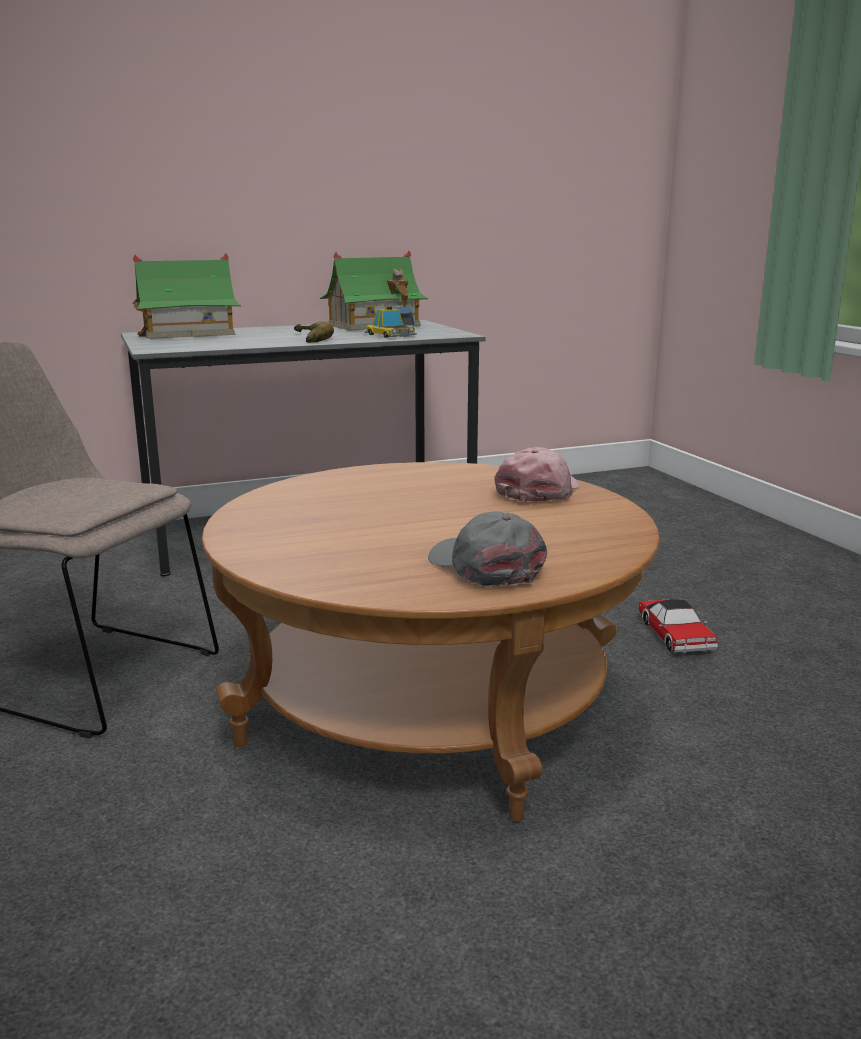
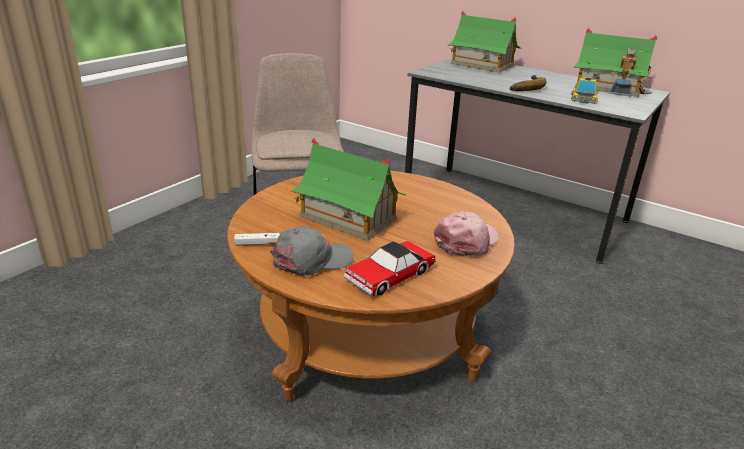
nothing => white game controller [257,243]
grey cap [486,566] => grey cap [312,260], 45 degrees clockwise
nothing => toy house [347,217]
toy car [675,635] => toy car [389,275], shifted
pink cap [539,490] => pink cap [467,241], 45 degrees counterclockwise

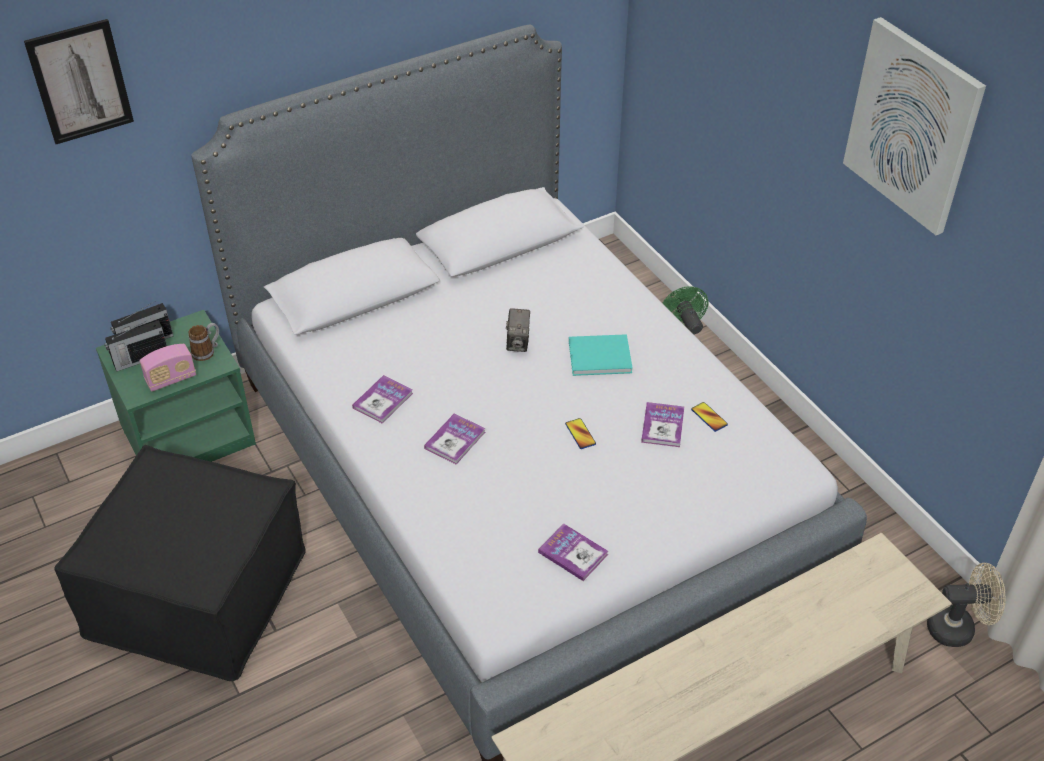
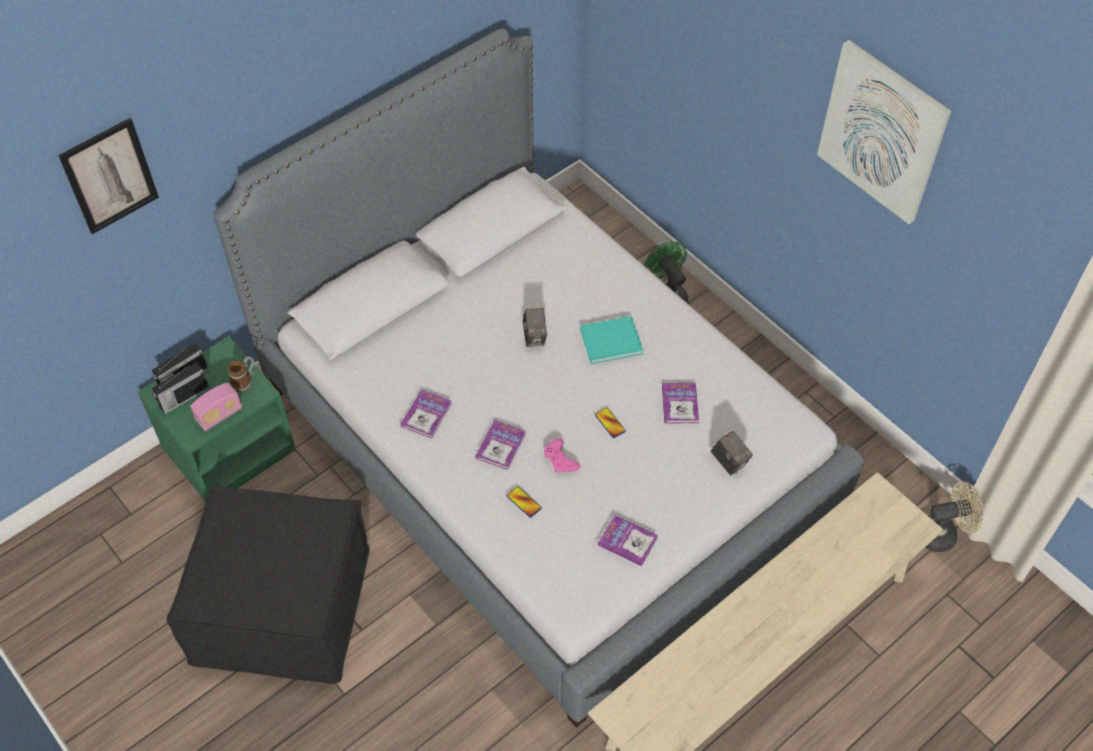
phone [709,417] => phone [523,502], shifted
nothing => pink game controller [560,459]
nothing => photo camera [729,462]

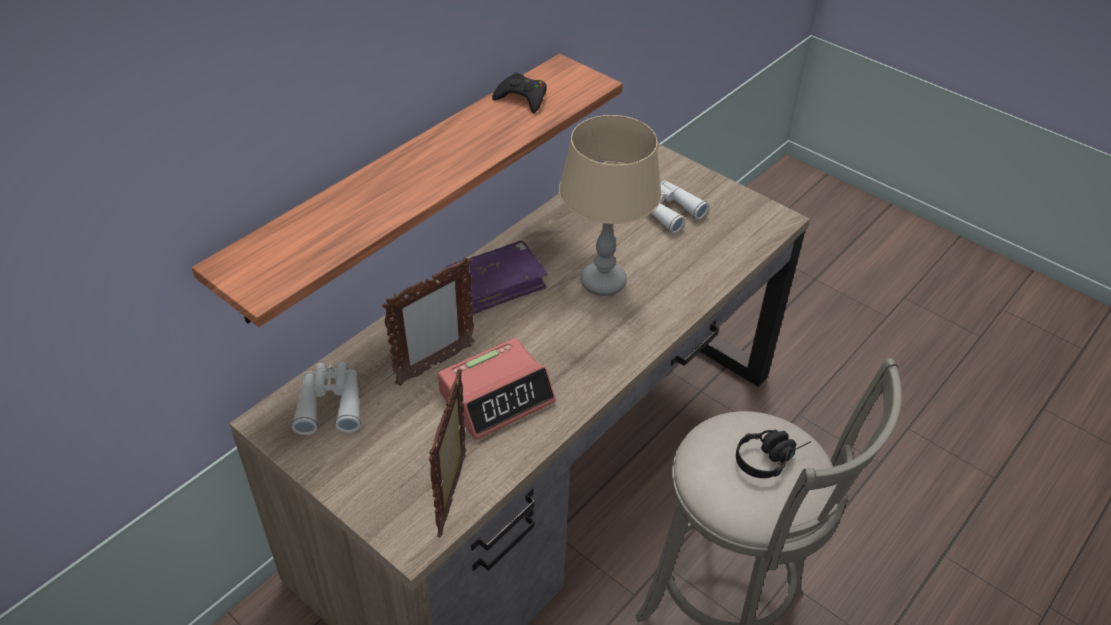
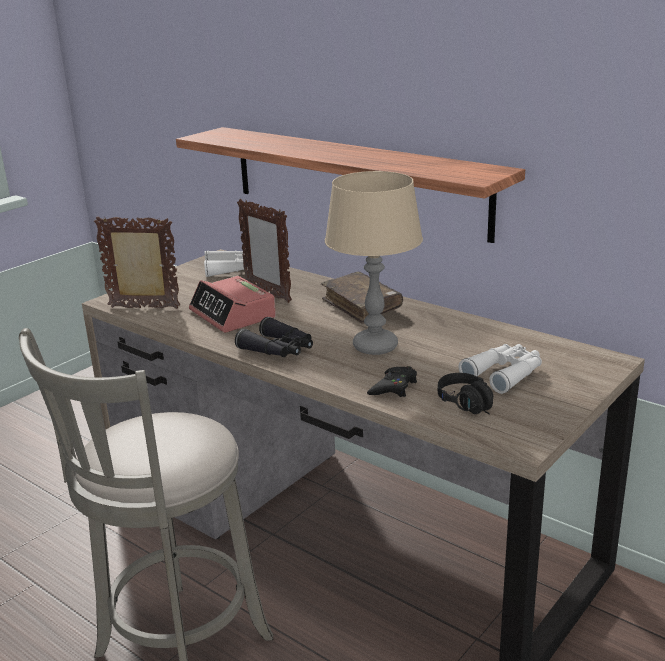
nothing => black binoculars [279,349]
purple book [496,285] => brown book [361,306]
black game controller [522,98] => black game controller [393,387], shifted
black headphones [770,457] => black headphones [471,406], shifted

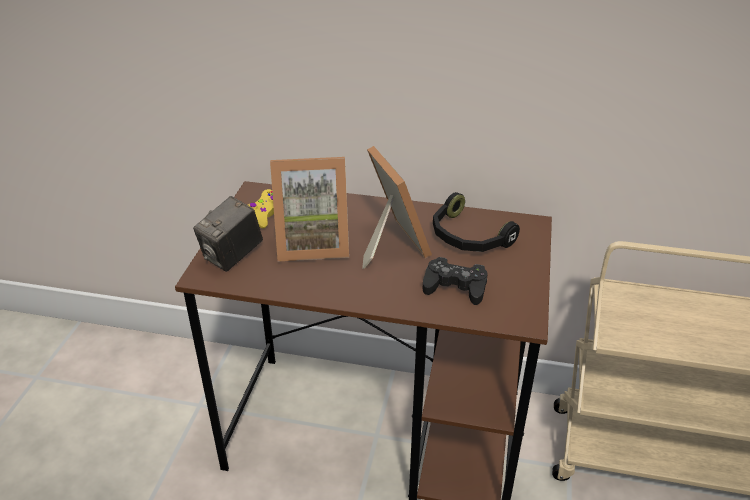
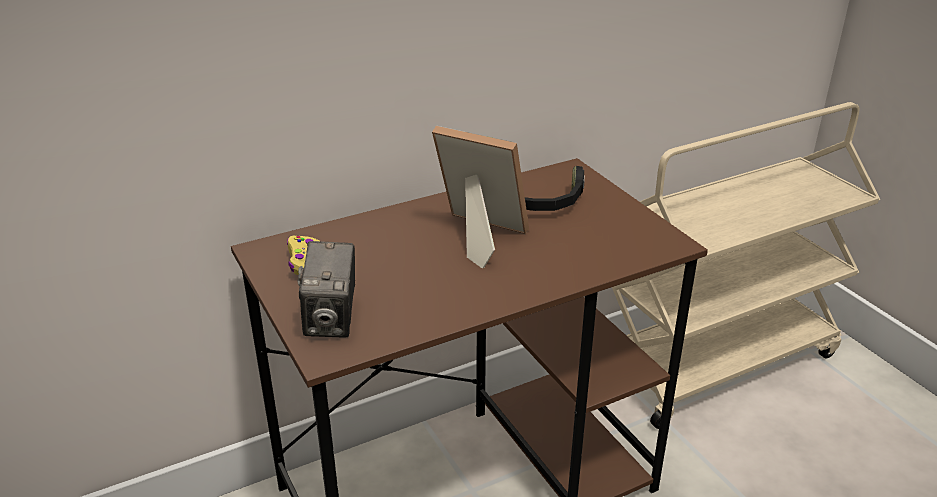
picture frame [312,243] => nothing
black game controller [455,287] => nothing

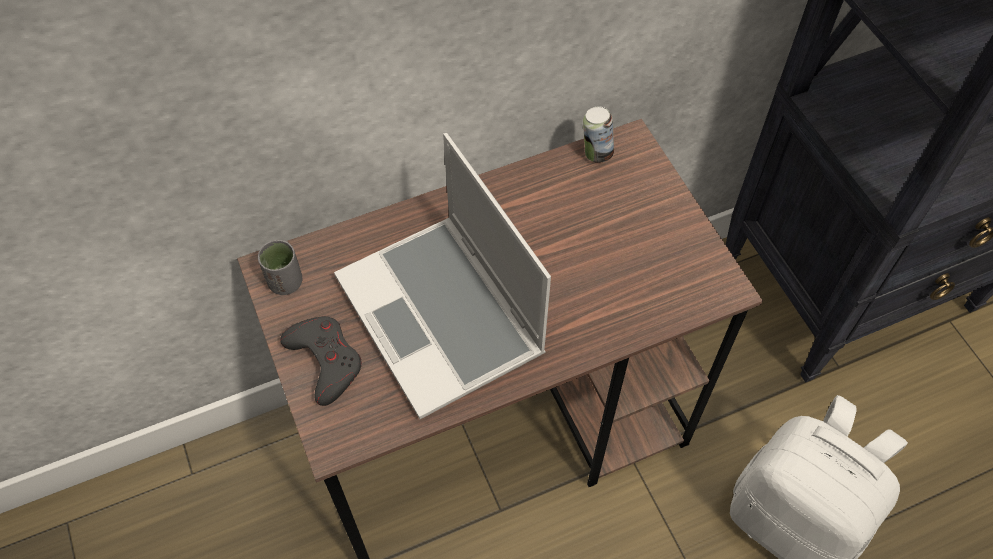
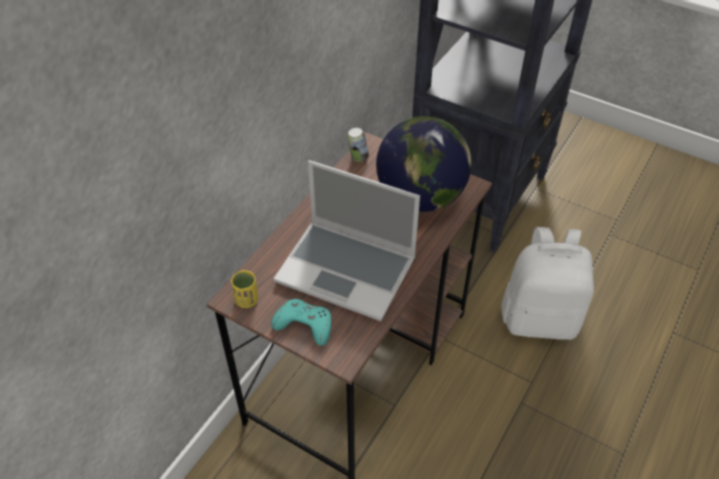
grey cup [285,282] => yellow cup [247,300]
grey game controller [325,360] => turquoise game controller [304,324]
nothing => globe [420,198]

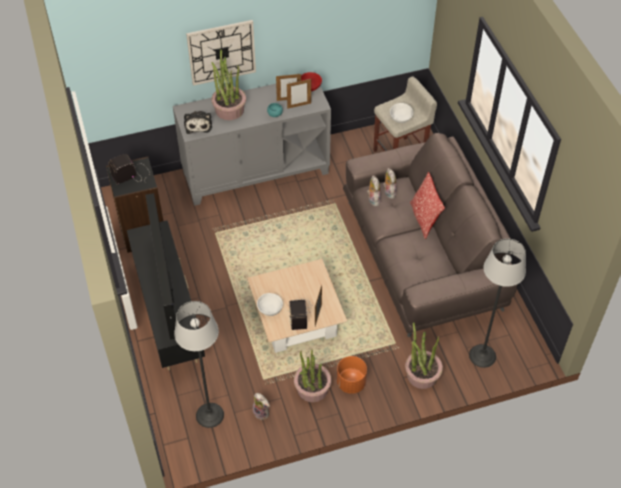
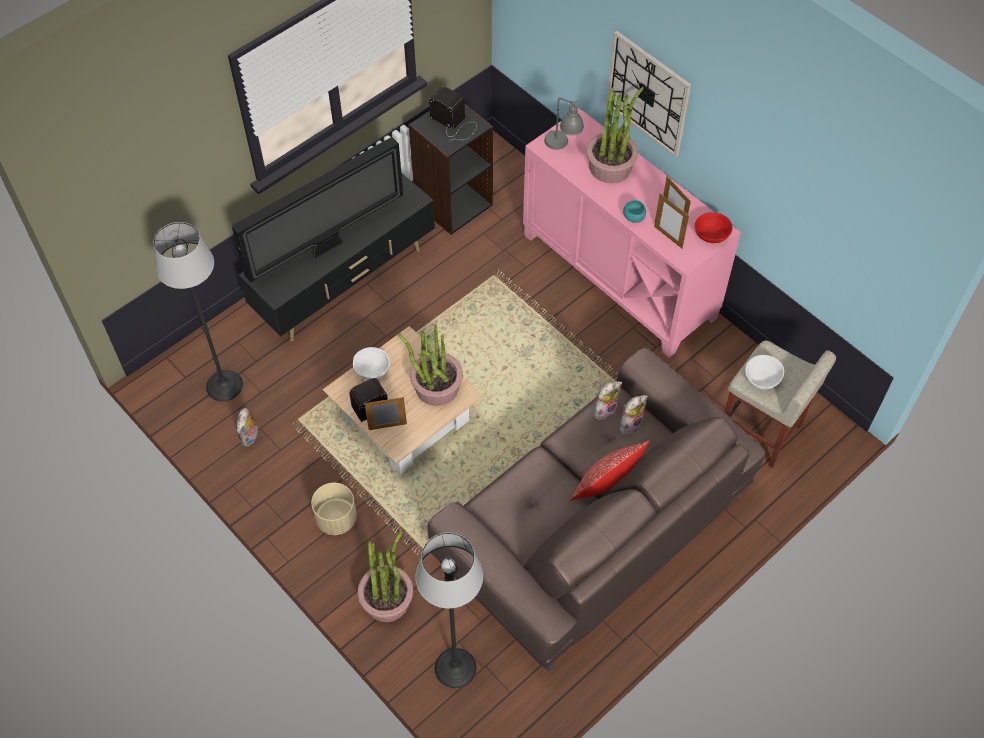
orange planter [351,383] => beige planter [336,519]
potted plant [312,389] => potted plant [436,387], shifted
grey cabinet [255,172] => pink cabinet [619,275]
plush toy [198,124] => grey table lamp [563,146]

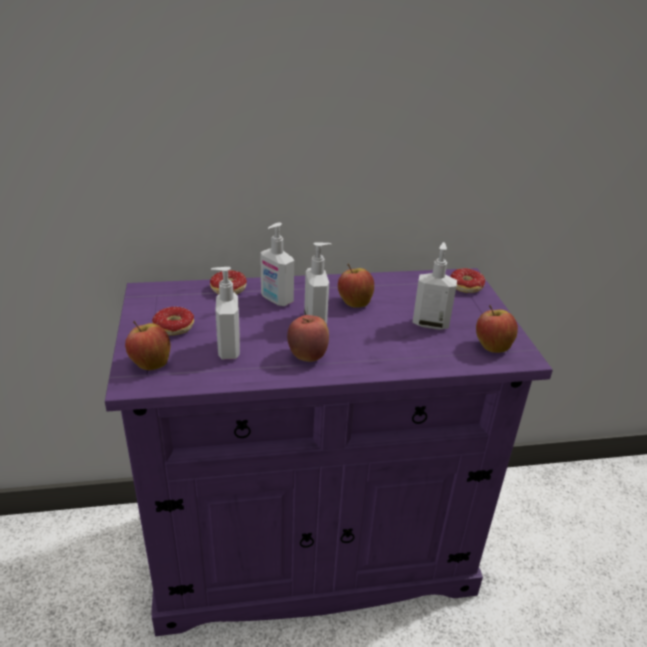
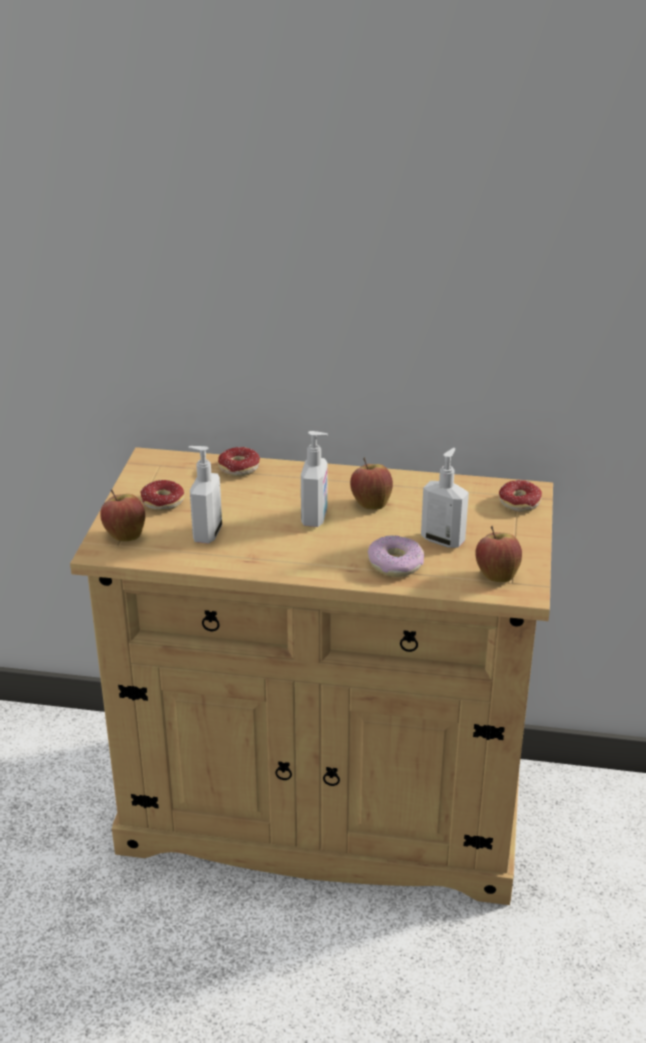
purple cabinet [311,551] => beige cabinet [323,811]
nothing => donut [395,563]
soap dispenser [276,300] => nothing
apple [308,356] => nothing

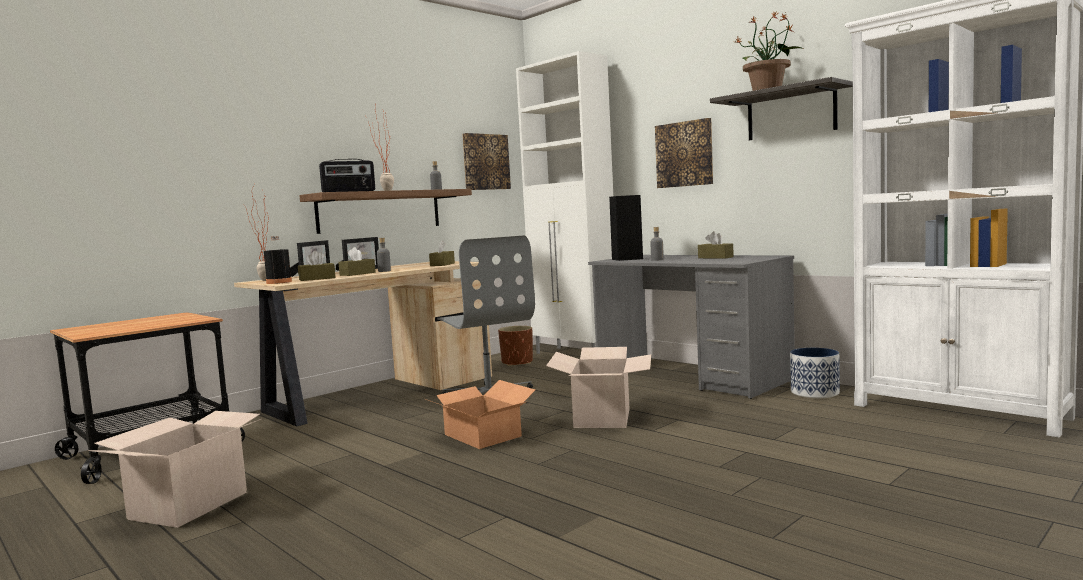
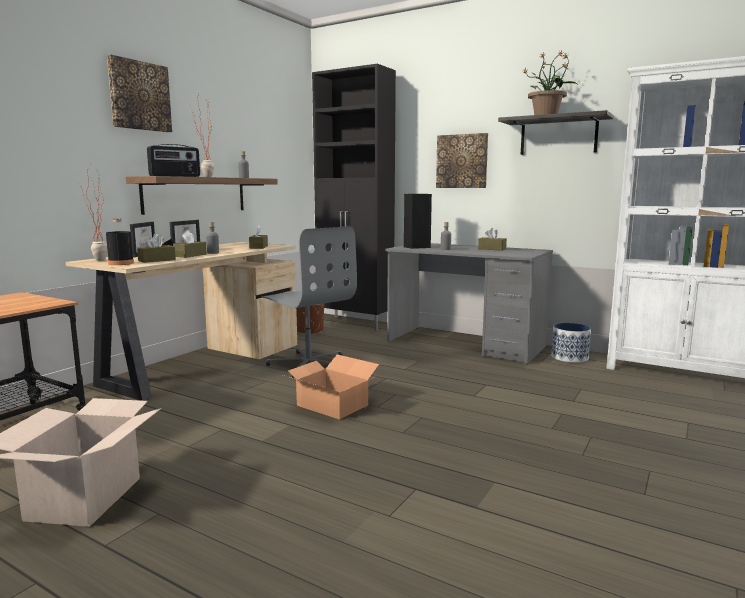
picture [485,162] => picture [139,96], shifted
white cabinet [576,355] => black cabinet [355,323]
cardboard box [601,417] => nothing

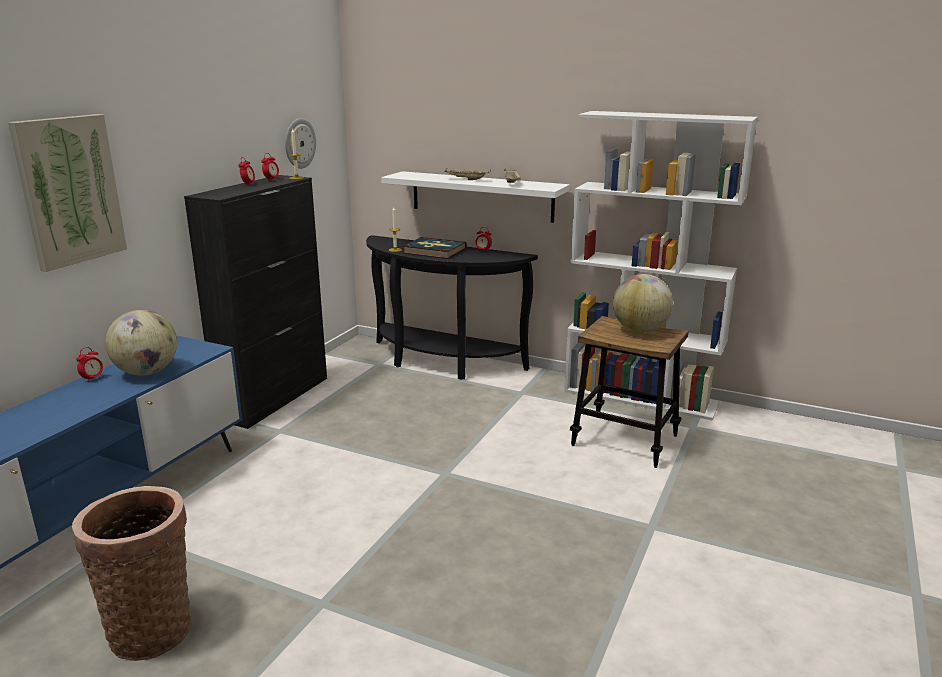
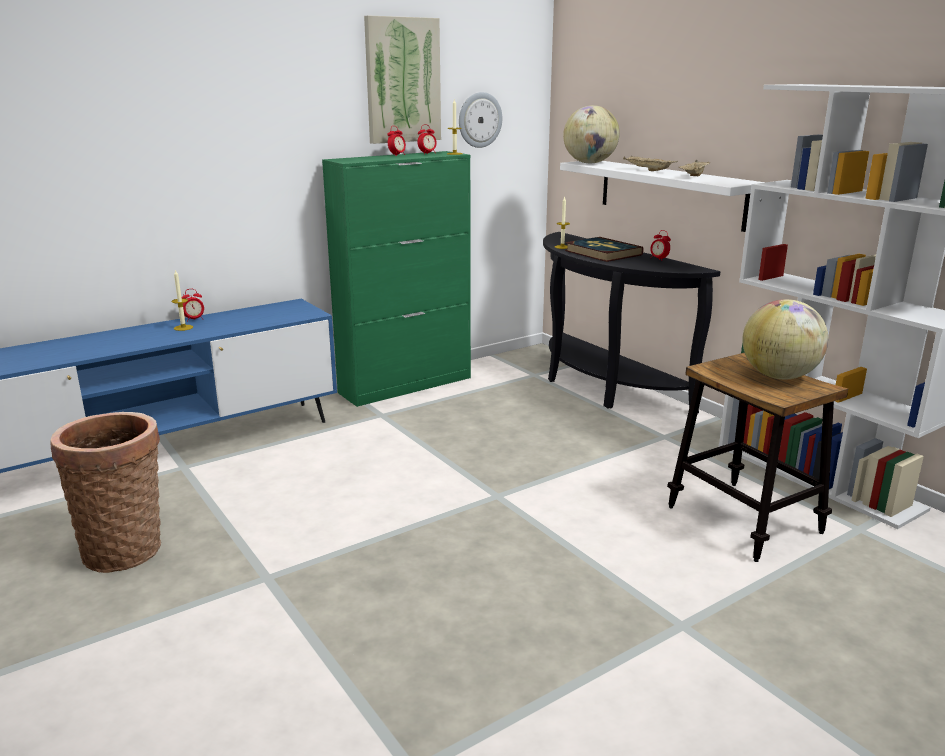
nothing => candle [183,327]
black cabinet [275,398] => green cabinet [406,385]
picture [69,190] => picture [402,80], shifted
globe [147,372] => globe [590,163], shifted

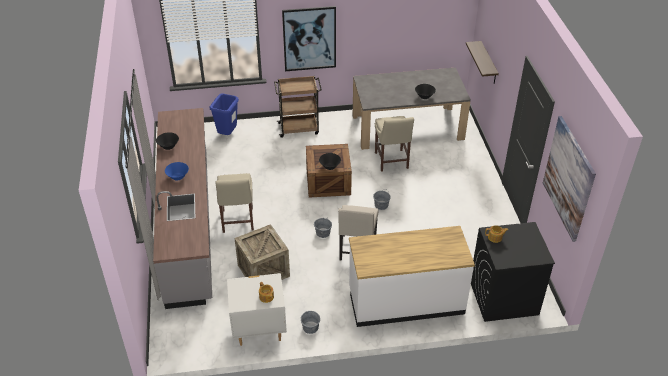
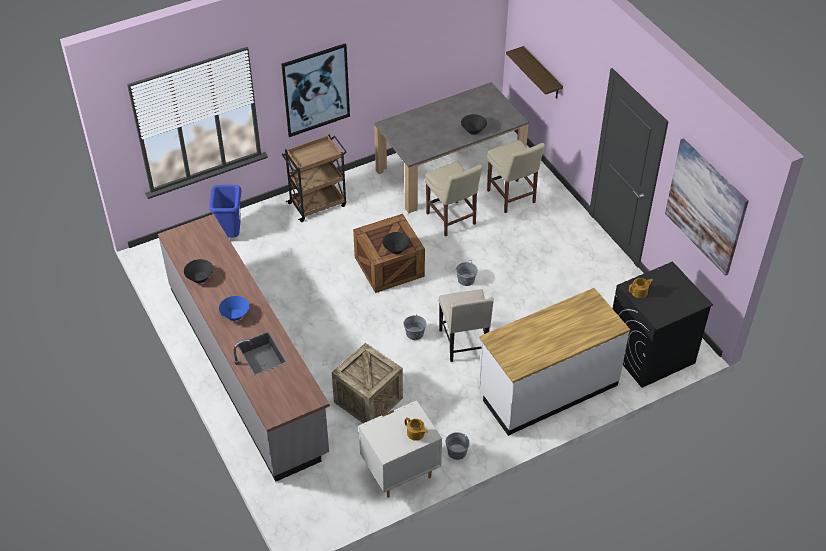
beige chair [237,221] => beige chair [512,198], shifted

